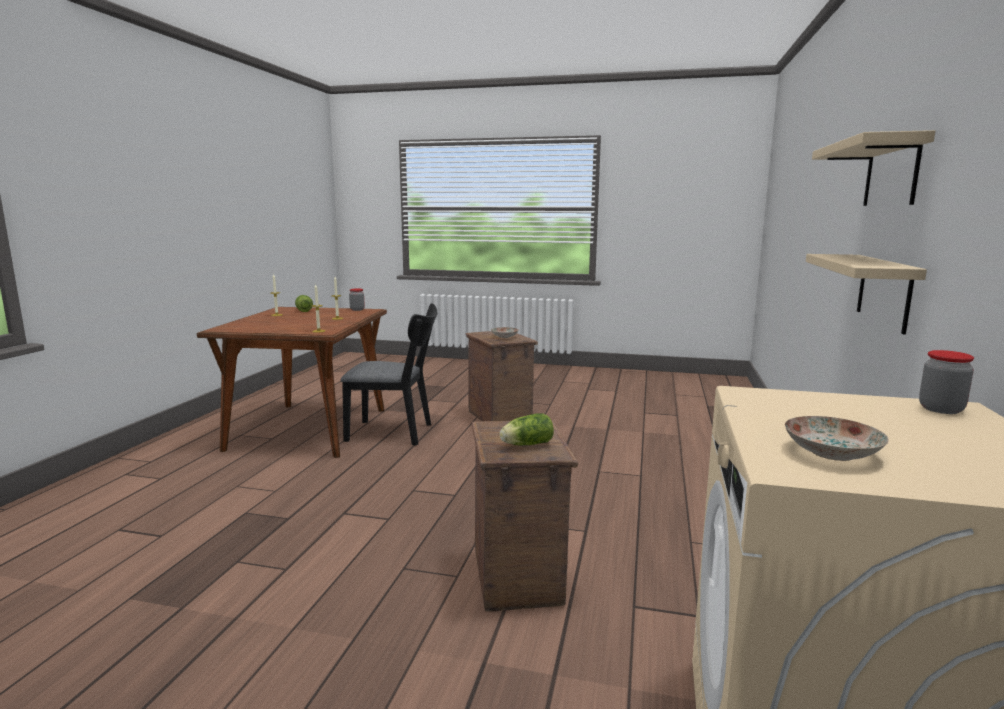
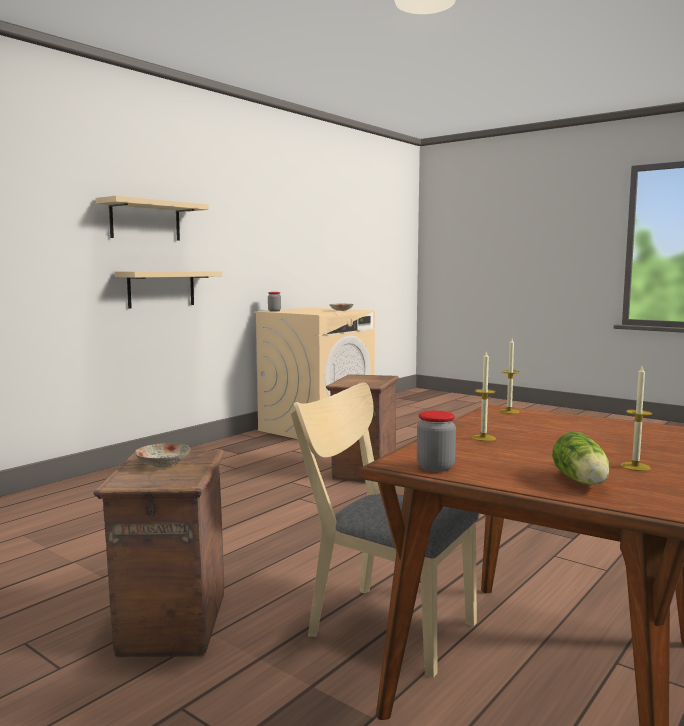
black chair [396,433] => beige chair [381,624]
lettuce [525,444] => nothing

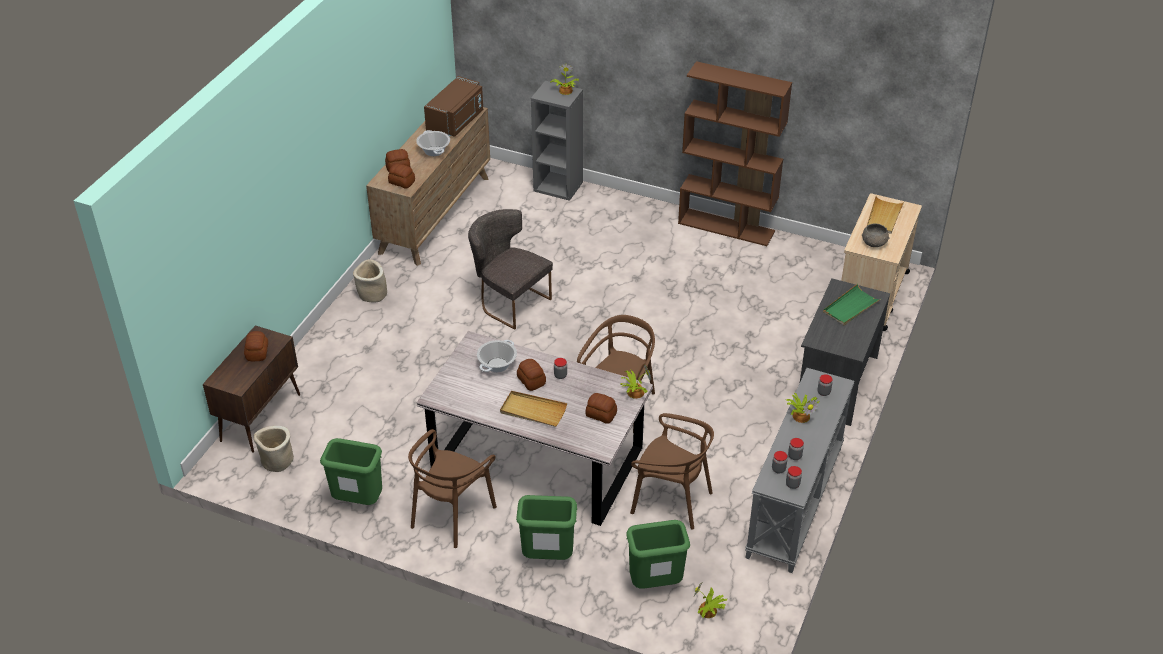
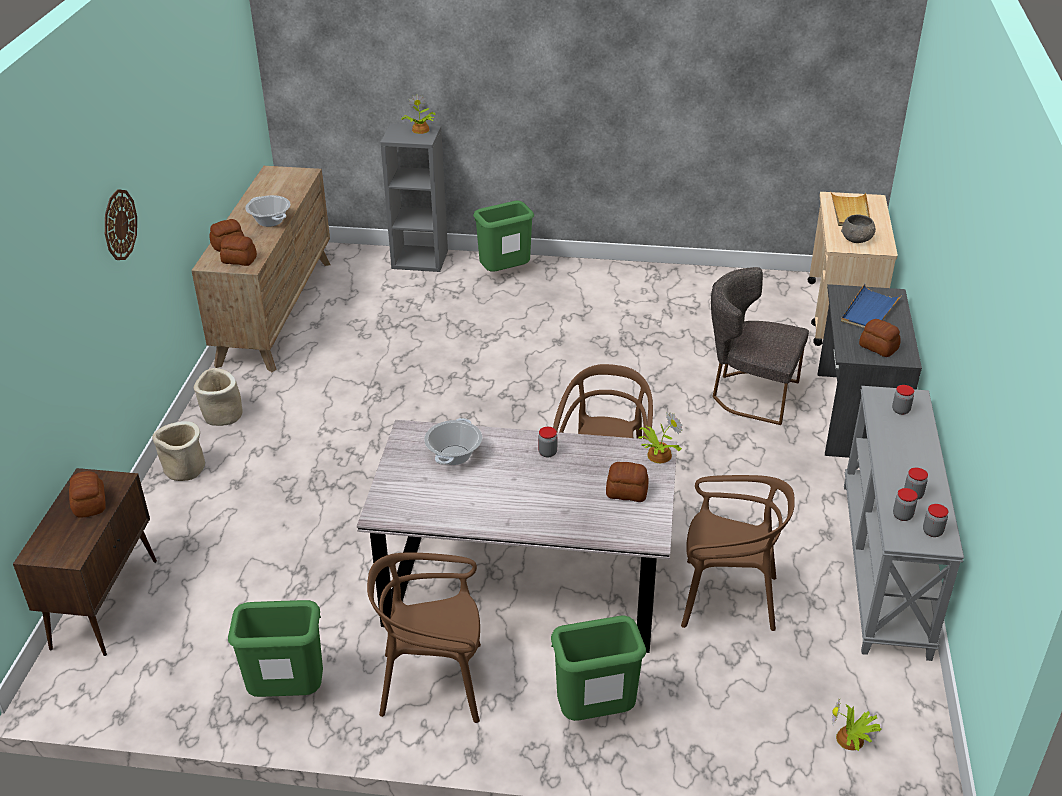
nothing => wall clock [119,224]
beige planter [277,461] => beige planter [184,469], shifted
brown chair [451,515] => brown chair [433,683], 75 degrees clockwise
green trash can [655,584] => green trash can [505,274], shifted
grey chair [509,302] => grey chair [749,394], shifted
green tray [850,307] => blue tray [869,311]
bread [531,381] => bread [878,347], shifted
brown microwave [456,122] => nothing
beige tray [533,411] => nothing
brown bookcase [727,227] => nothing
potted plant [801,415] => nothing

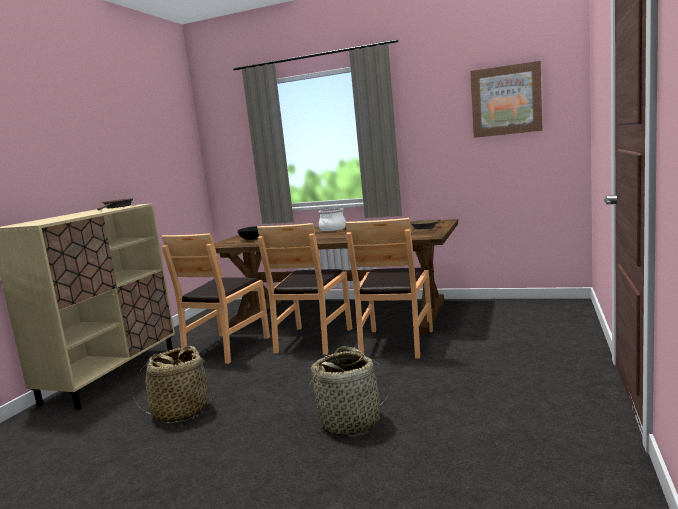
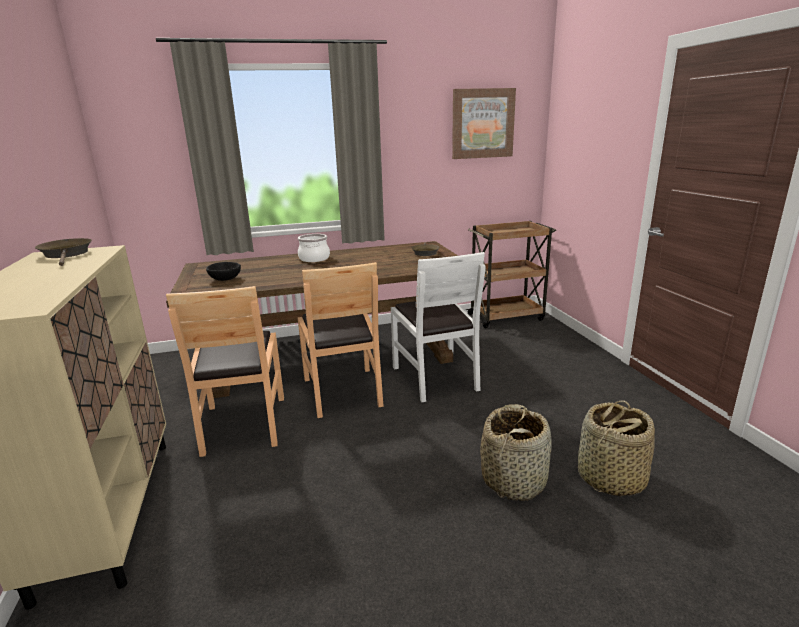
brown chair [395,343] => white chair [435,377]
nothing => brown cart [506,316]
basket [180,412] => basket [610,478], shifted

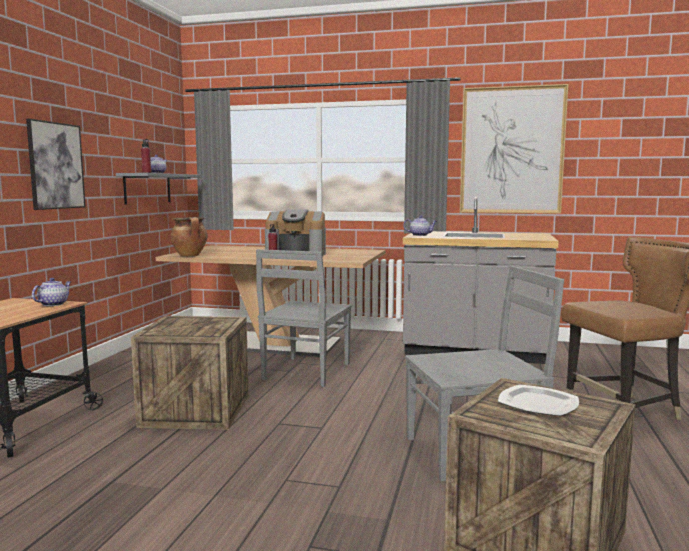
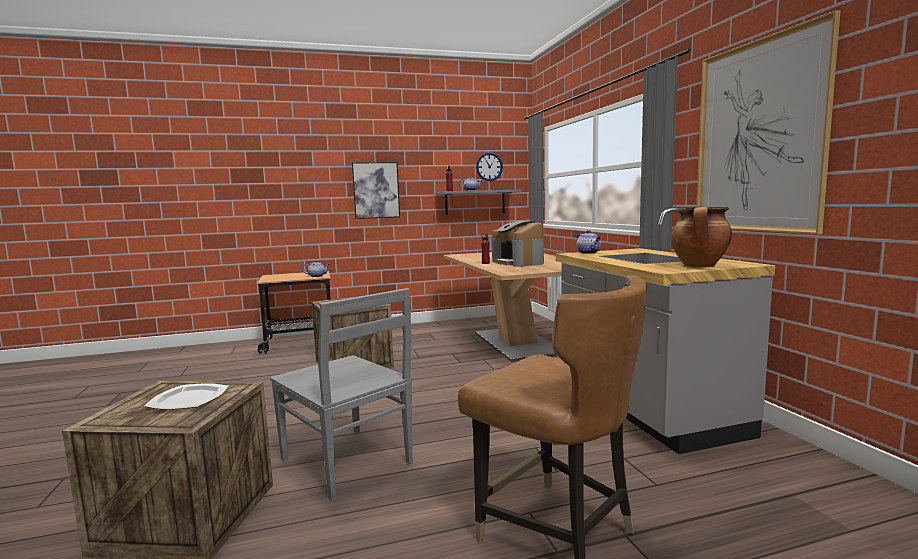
nothing => wall clock [489,167]
cooking pot [190,255] => cooking pot [700,266], shifted
grey chair [305,372] => nothing

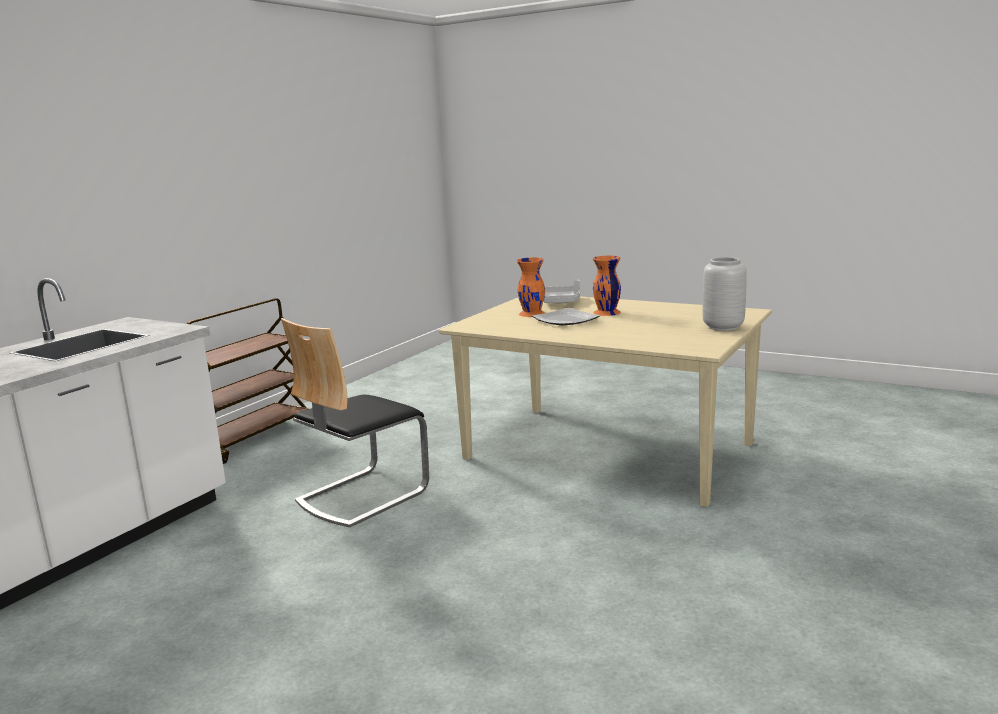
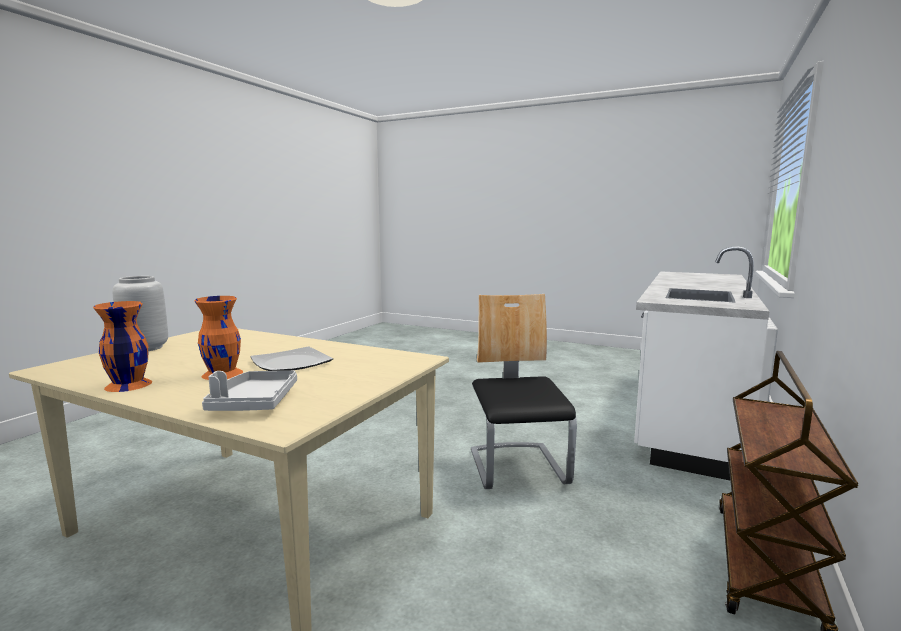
orange vase [532,313] => orange vase [127,385], shifted
chair [361,495] => chair [518,467], 45 degrees counterclockwise

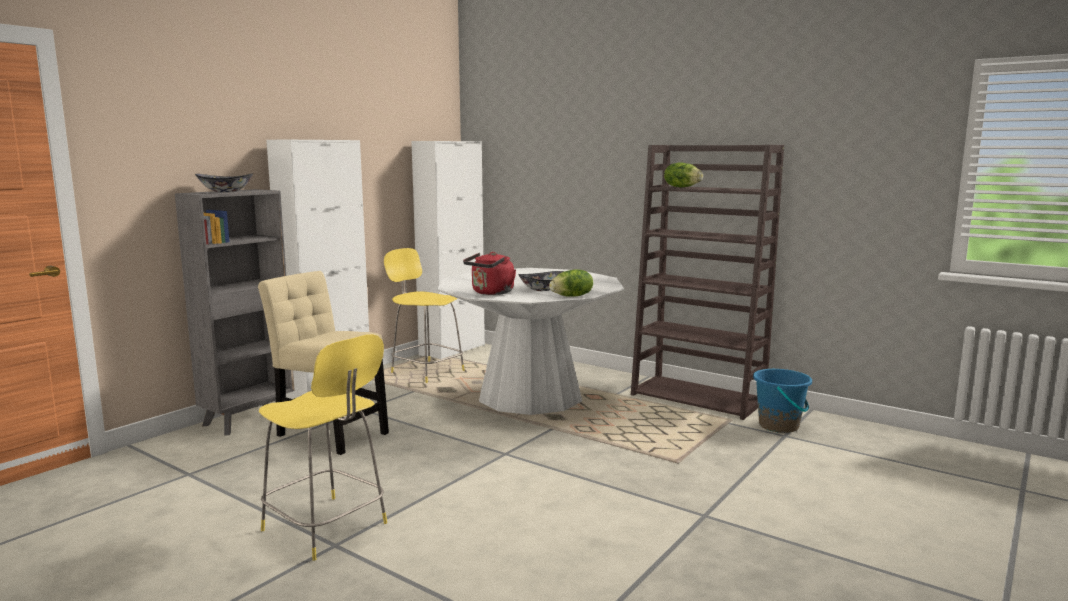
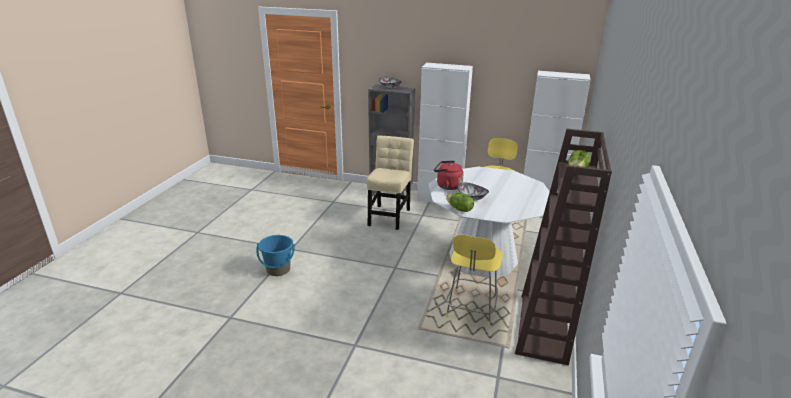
blue bucket [779,426] => blue bucket [278,270], shifted
yellow stool [327,528] => yellow stool [471,310], shifted

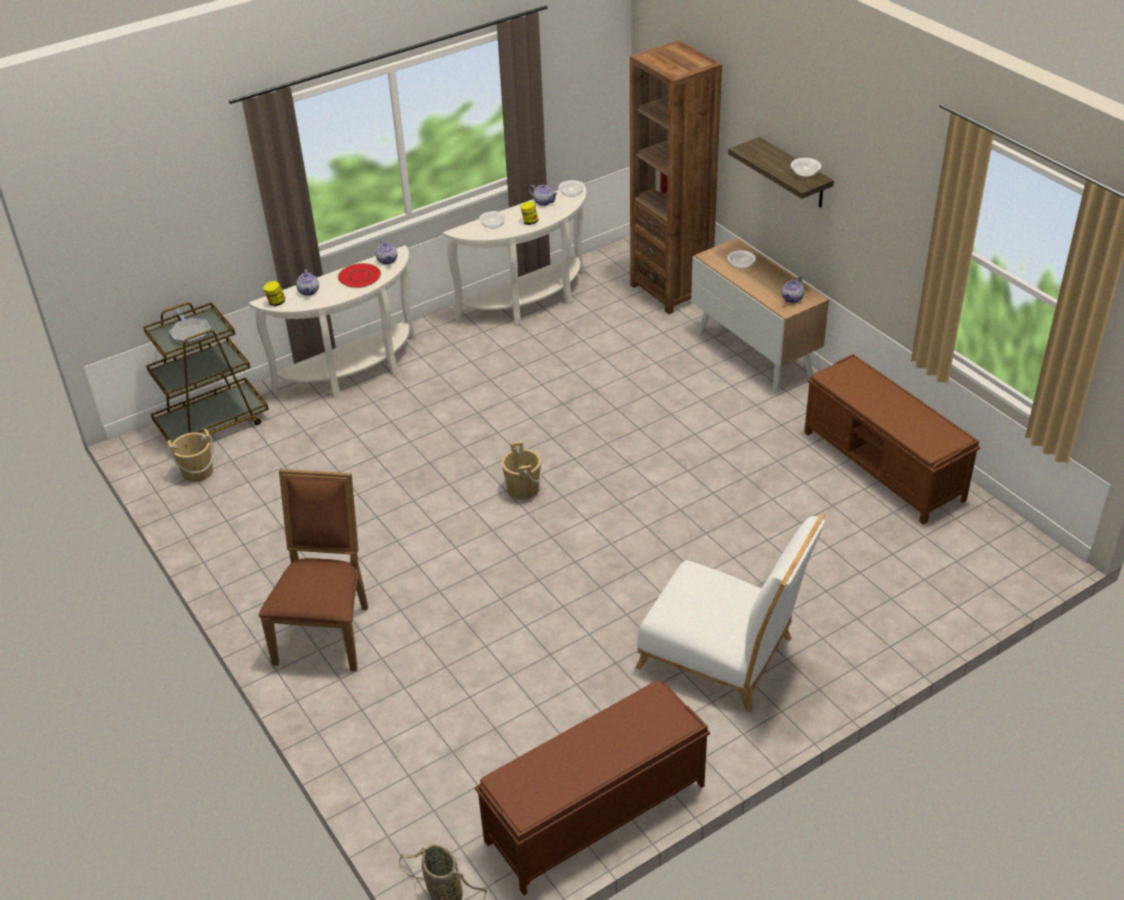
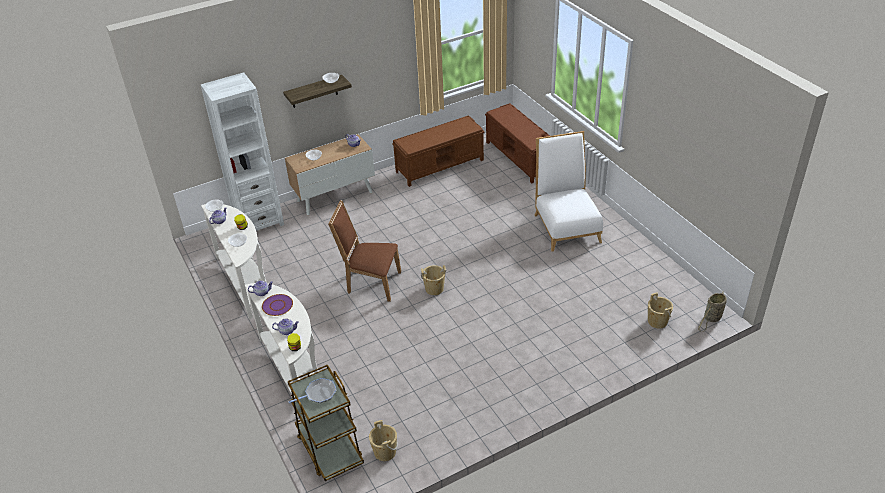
brown bookcase [671,290] => white bookcase [259,222]
red plate [359,277] => purple plate [277,305]
brown chair [327,630] => brown chair [371,283], shifted
brown bench [594,814] => brown bench [520,158], shifted
white chair [724,657] => white chair [566,225], 45 degrees counterclockwise
nothing => beige bucket [657,321]

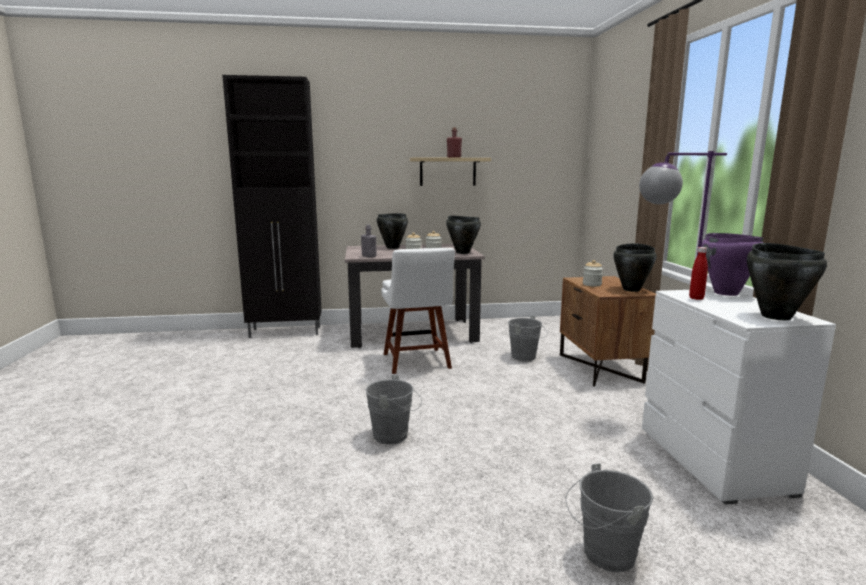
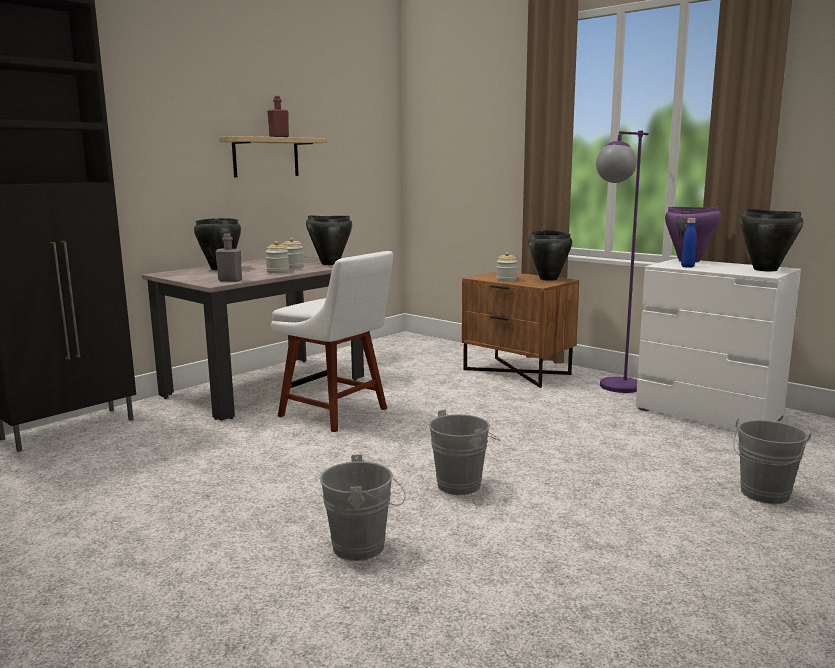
grey bucket [526,357] => grey bucket [365,546], shifted
red bottle [696,298] => blue bottle [687,266]

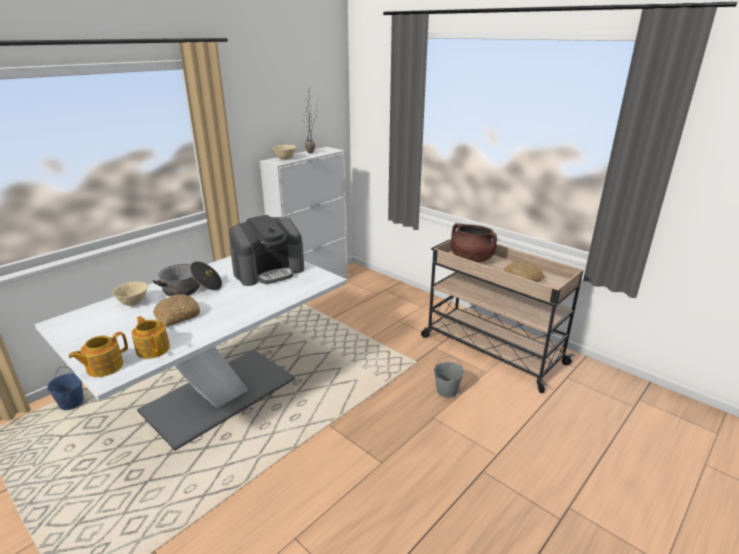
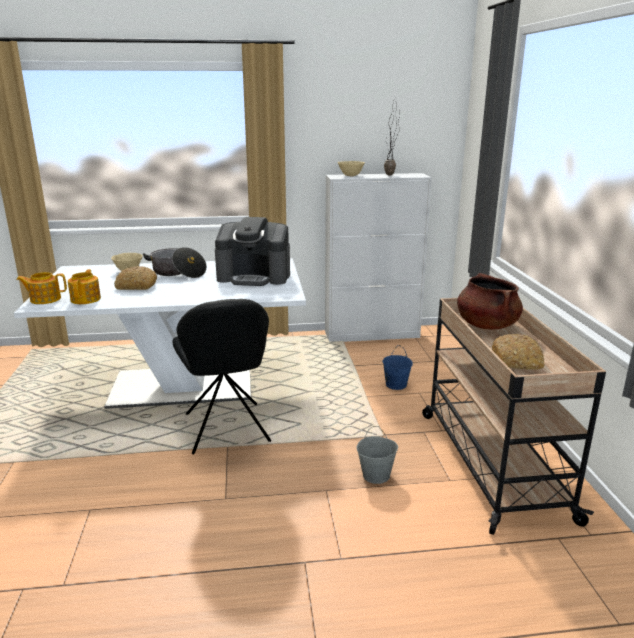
nothing => black chair [227,430]
blue bucket [71,403] => blue bucket [395,385], shifted

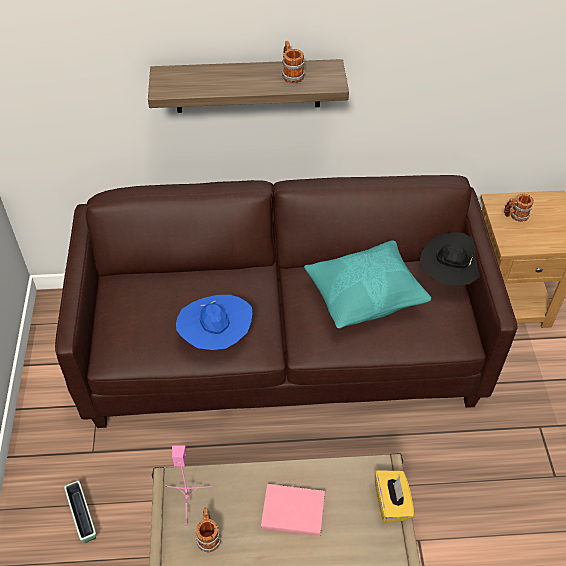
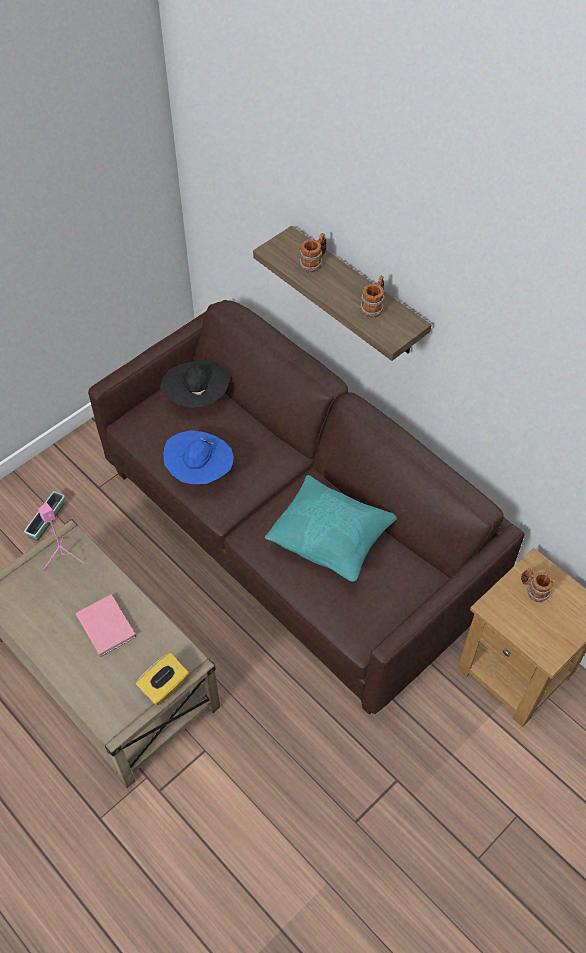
black hat [447,277] => black hat [197,399], shifted
mug [208,535] => mug [314,263], shifted

